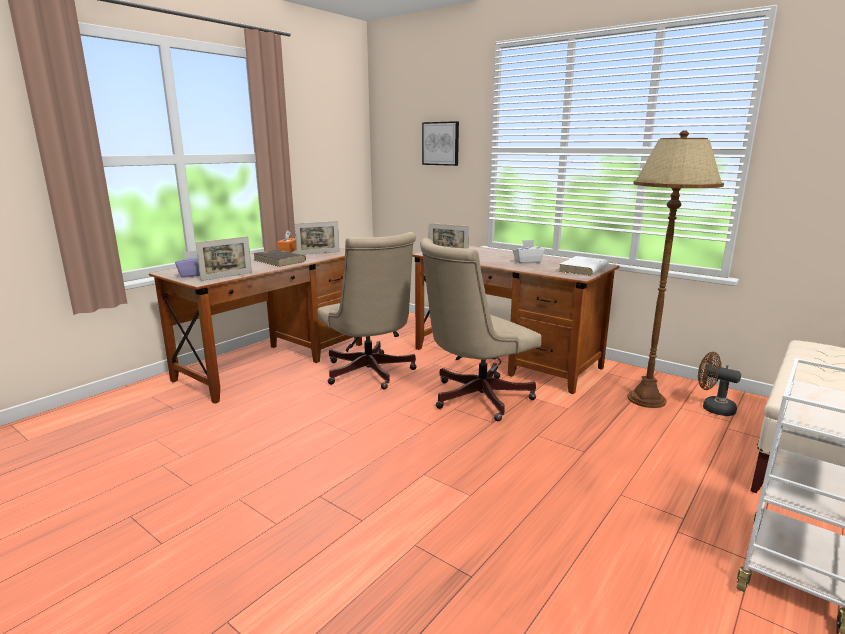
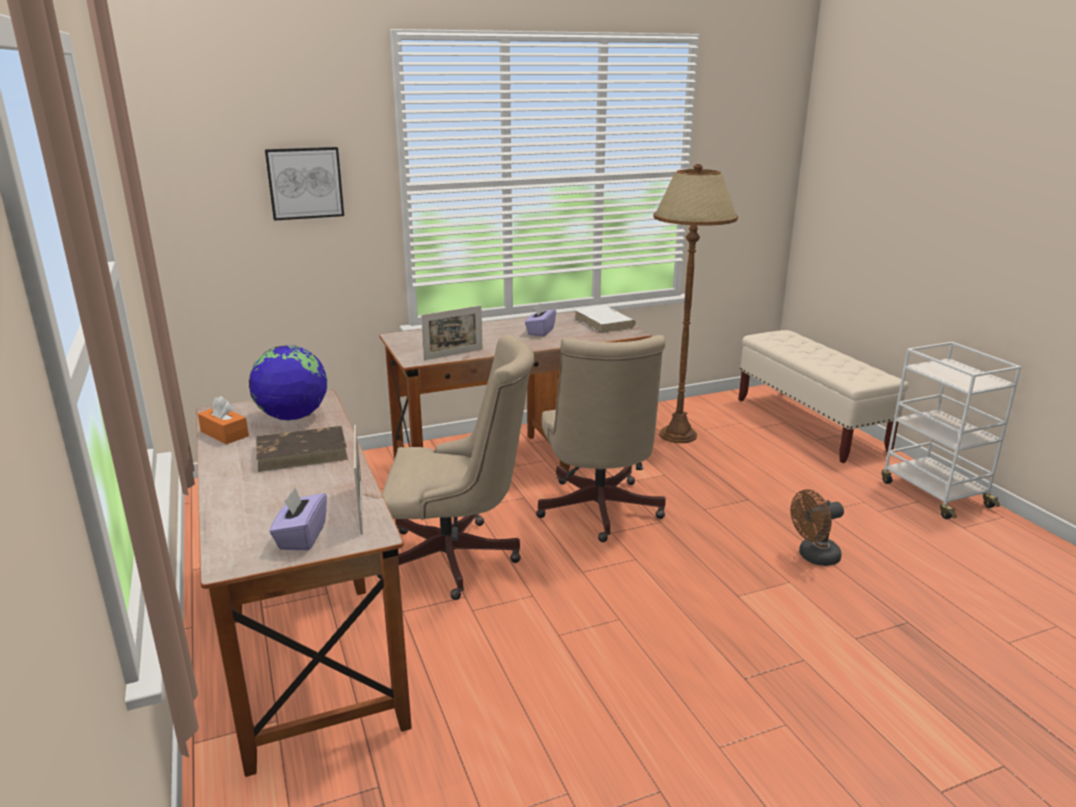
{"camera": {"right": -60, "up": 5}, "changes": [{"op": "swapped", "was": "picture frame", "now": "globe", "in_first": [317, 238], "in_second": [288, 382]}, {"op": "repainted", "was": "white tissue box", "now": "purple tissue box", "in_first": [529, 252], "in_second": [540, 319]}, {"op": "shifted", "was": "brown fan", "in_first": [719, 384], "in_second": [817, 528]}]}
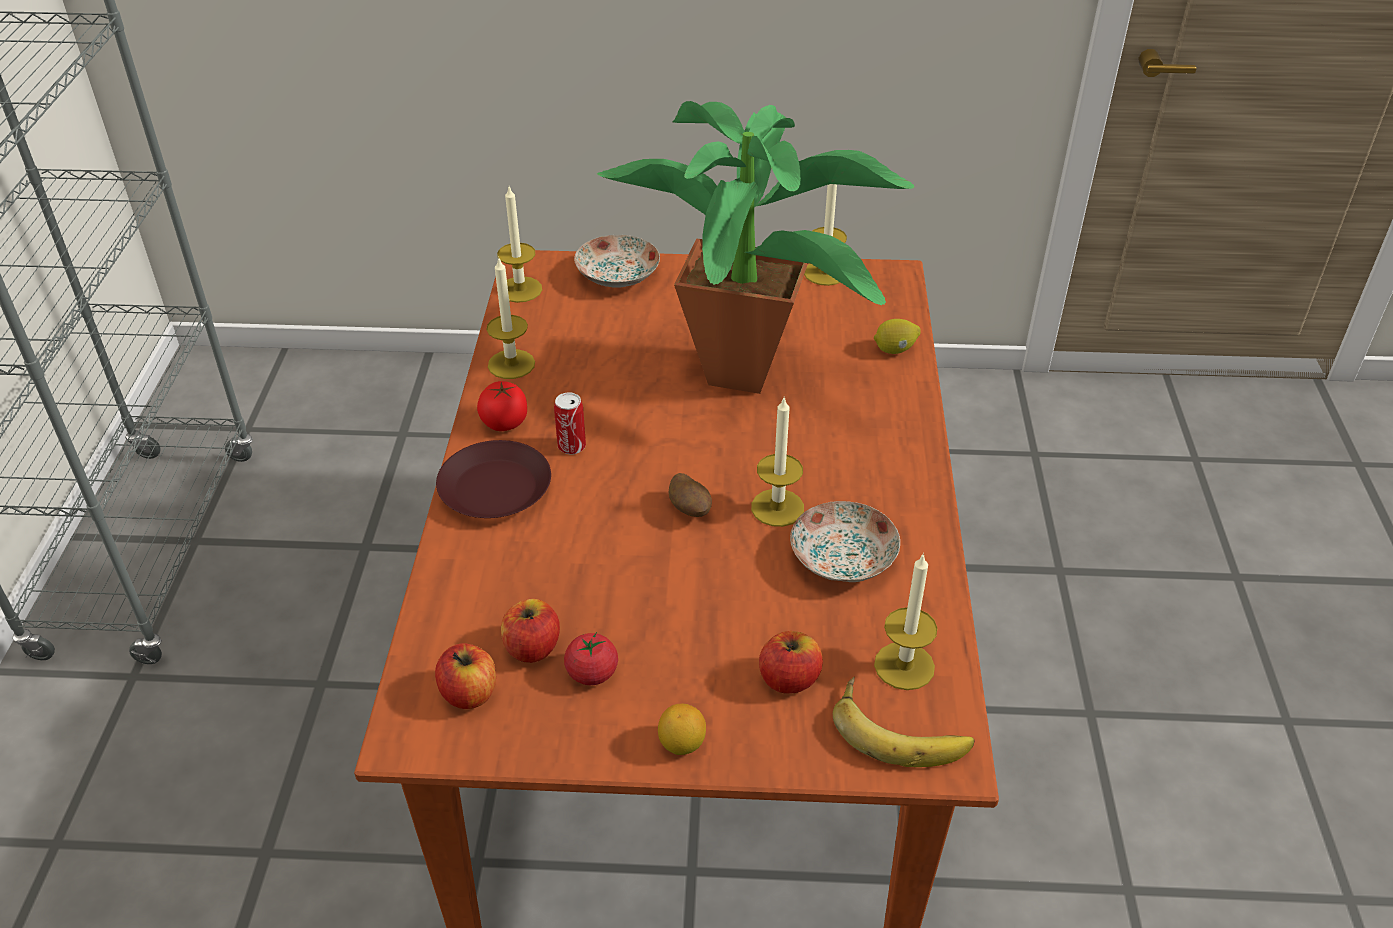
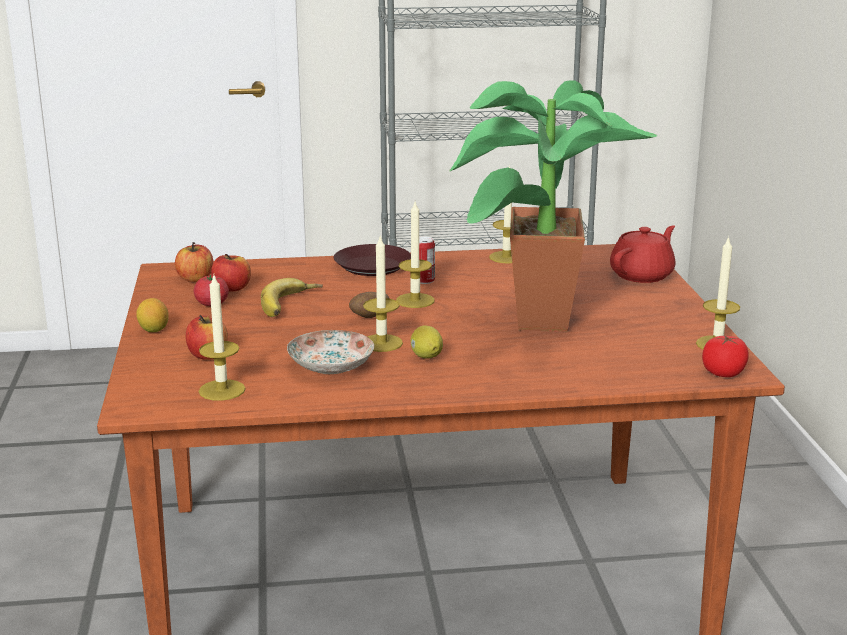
{"camera": {"right": 80, "up": -20}, "changes": [{"op": "shifted", "was": "tomato", "in_first": [502, 406], "in_second": [725, 356]}, {"op": "shifted", "was": "candle", "in_first": [519, 245], "in_second": [415, 255]}, {"op": "swapped", "was": "plate", "now": "red teapot", "in_first": [617, 261], "in_second": [642, 254]}, {"op": "shifted", "was": "banana", "in_first": [903, 722], "in_second": [292, 297]}, {"op": "shifted", "was": "lemon", "in_first": [897, 336], "in_second": [427, 342]}]}
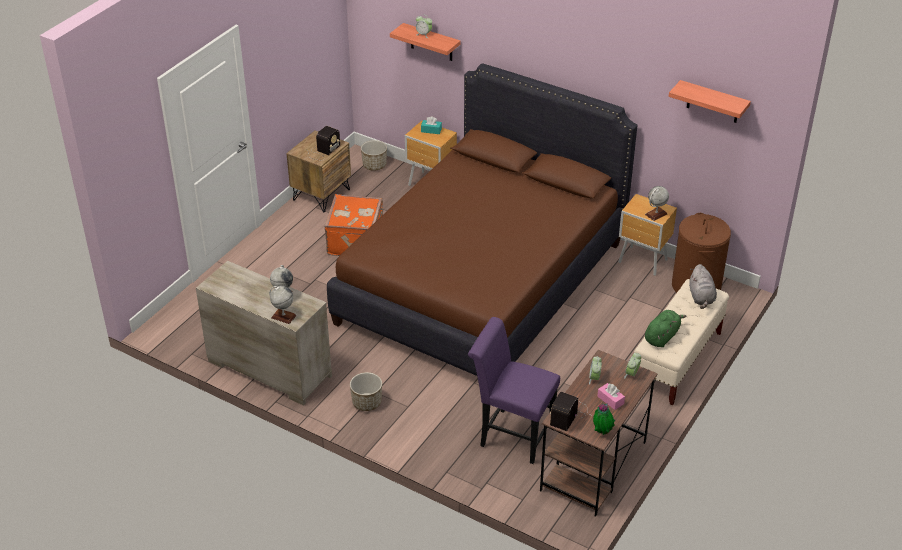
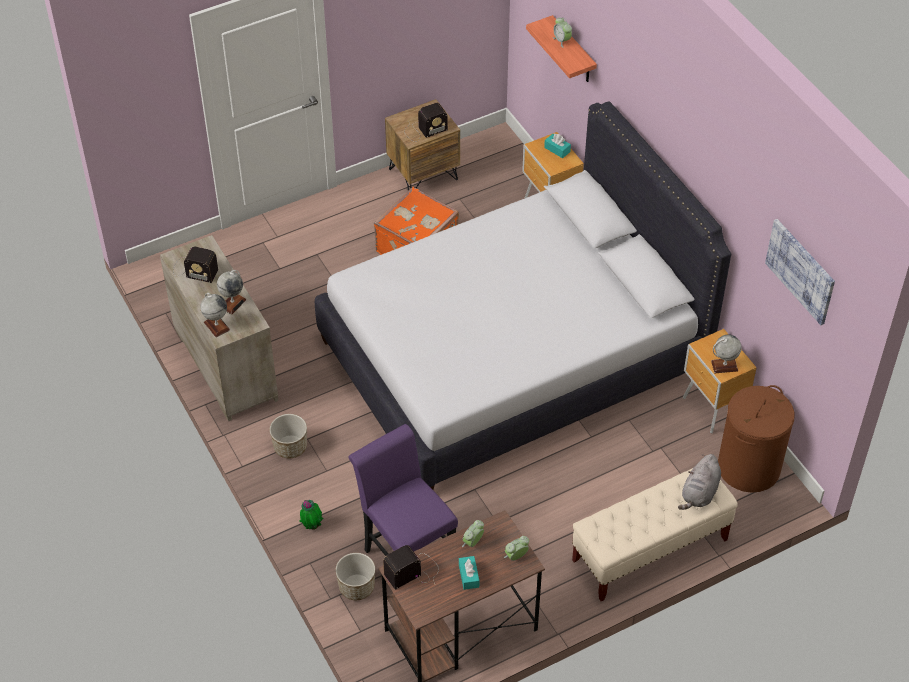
{"camera": {"right": 30, "up": 10}, "changes": [{"op": "repainted", "was": "brown bed", "now": "white bed", "in_first": [482, 219], "in_second": [523, 295]}, {"op": "shifted", "was": "planter", "in_first": [374, 155], "in_second": [355, 576]}, {"op": "shifted", "was": "potted plant", "in_first": [604, 419], "in_second": [311, 515]}, {"op": "repainted", "was": "pink tissue box", "now": "turquoise tissue box", "in_first": [611, 396], "in_second": [469, 573]}, {"op": "gone", "was": "green plush toy", "in_first": [665, 328]}, {"op": "swapped", "was": "shelf", "now": "picture", "in_first": [710, 101], "in_second": [800, 272]}, {"op": "new", "now": "radio", "in_second": [195, 265]}]}
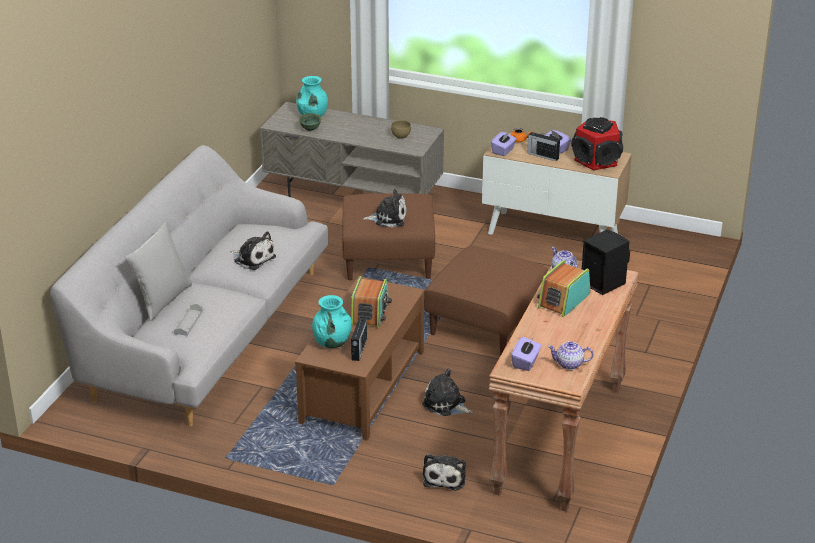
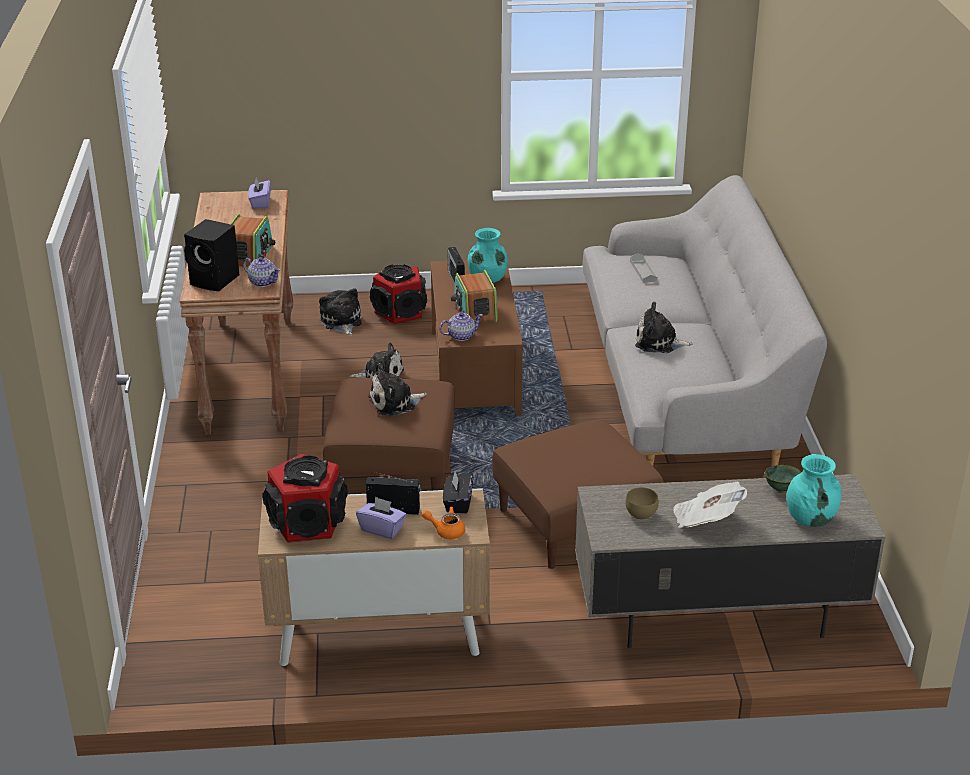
{"camera": {"right": 155, "up": 0}, "changes": [{"op": "gone", "was": "grey pillow", "in_first": [159, 272]}, {"op": "shifted", "was": "plush toy", "in_first": [385, 208], "in_second": [397, 389]}, {"op": "repainted", "was": "purple tissue box", "now": "black tissue box", "in_first": [504, 143], "in_second": [458, 492]}, {"op": "shifted", "was": "teapot", "in_first": [570, 355], "in_second": [461, 326]}, {"op": "new", "now": "speaker", "in_second": [398, 294]}, {"op": "new", "now": "newspaper", "in_second": [710, 505]}]}
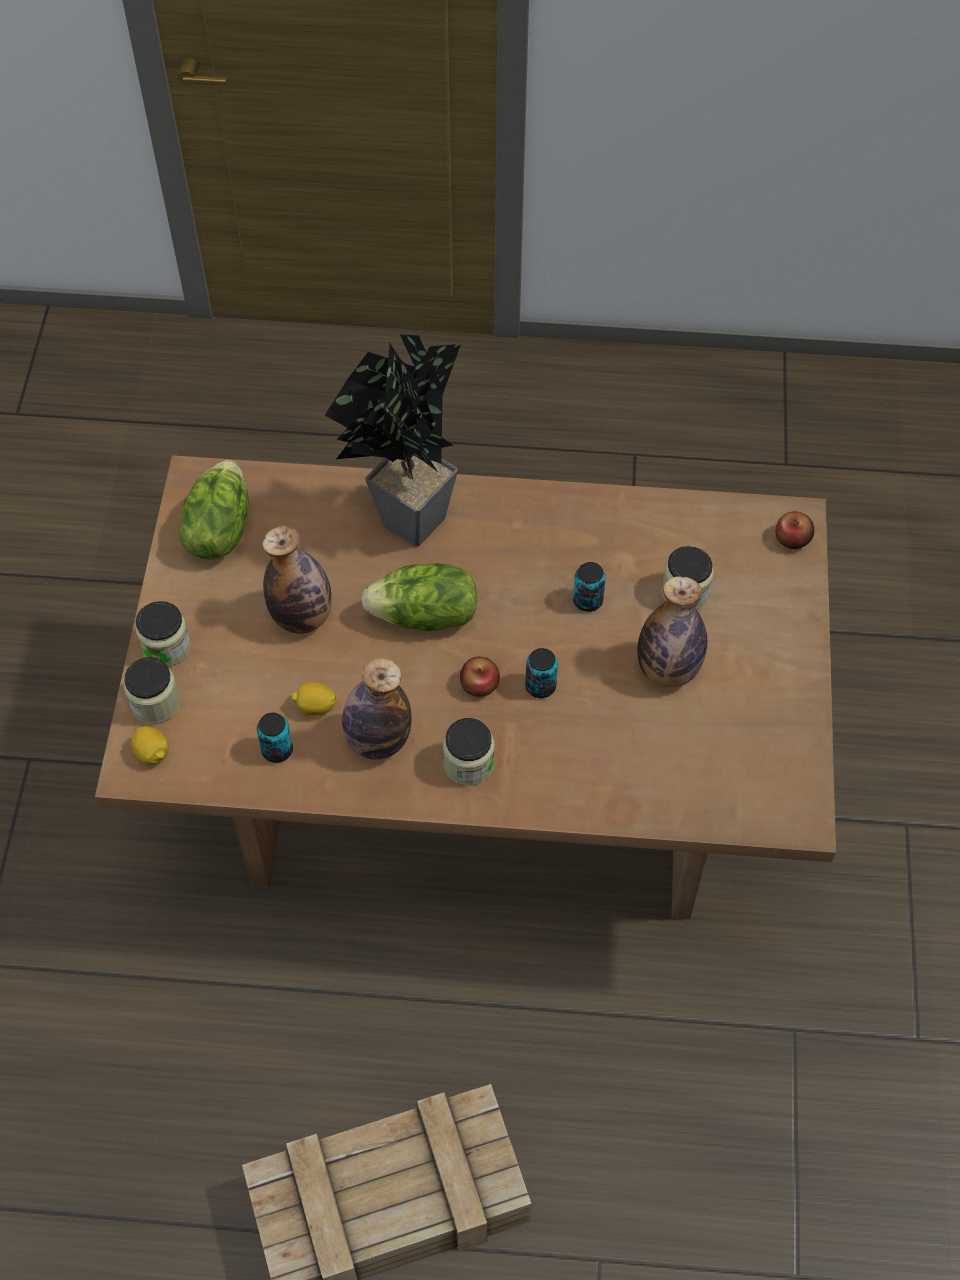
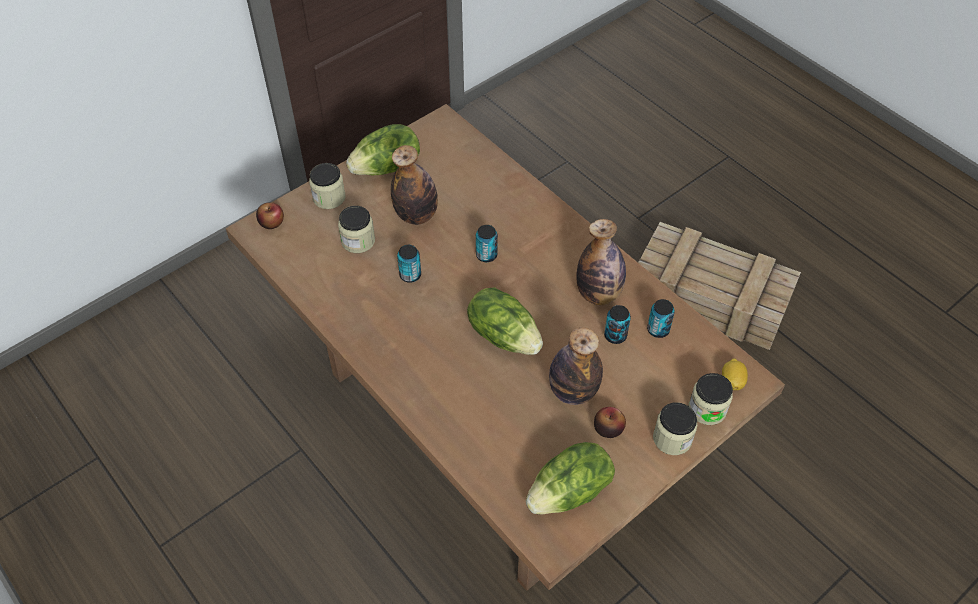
{"camera": {"right": -135, "up": -5}, "changes": [{"op": "swapped", "was": "lemon", "now": "can", "in_first": [314, 698], "in_second": [617, 324]}, {"op": "gone", "was": "potted plant", "in_first": [393, 441]}, {"op": "shifted", "was": "jar", "in_first": [468, 752], "in_second": [327, 186]}, {"op": "shifted", "was": "apple", "in_first": [480, 677], "in_second": [610, 422]}, {"op": "new", "now": "lettuce", "in_second": [383, 149]}]}
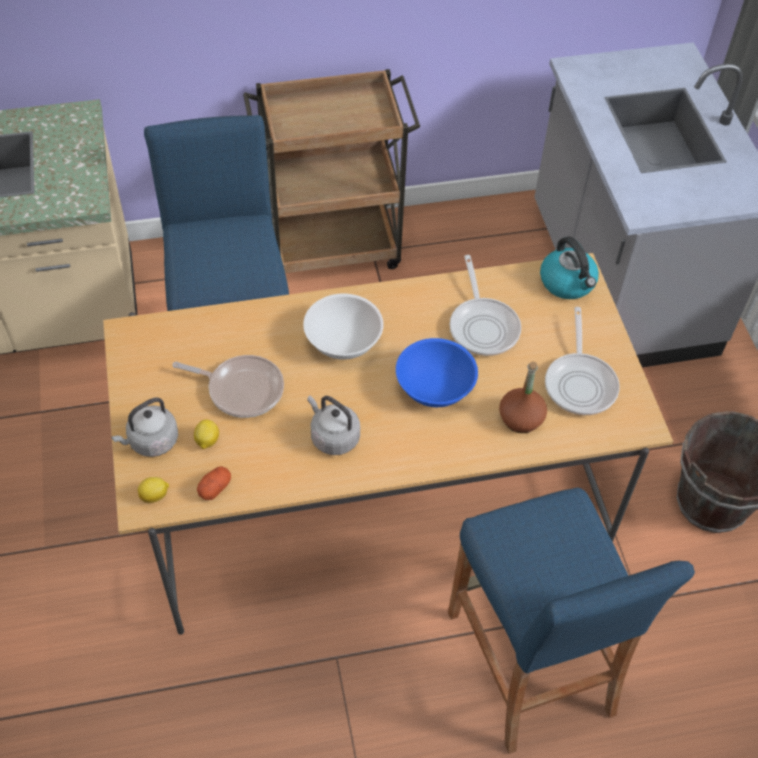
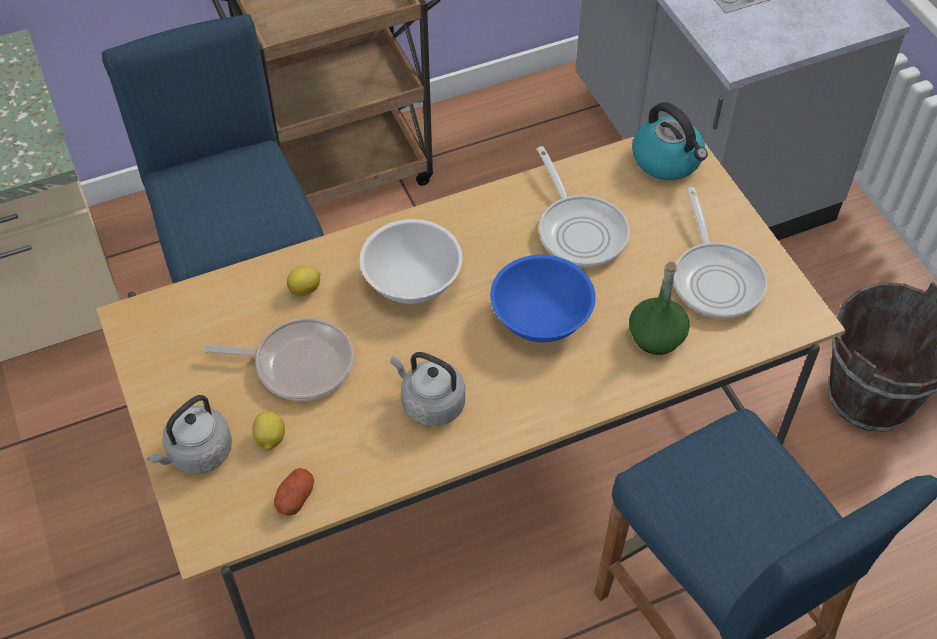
{"camera": {"right": -10, "up": 0}, "changes": [{"op": "shifted", "was": "lemon", "in_first": [153, 490], "in_second": [304, 281]}, {"op": "repainted", "was": "brown bottle", "now": "green bottle", "in_first": [523, 397], "in_second": [659, 308]}]}
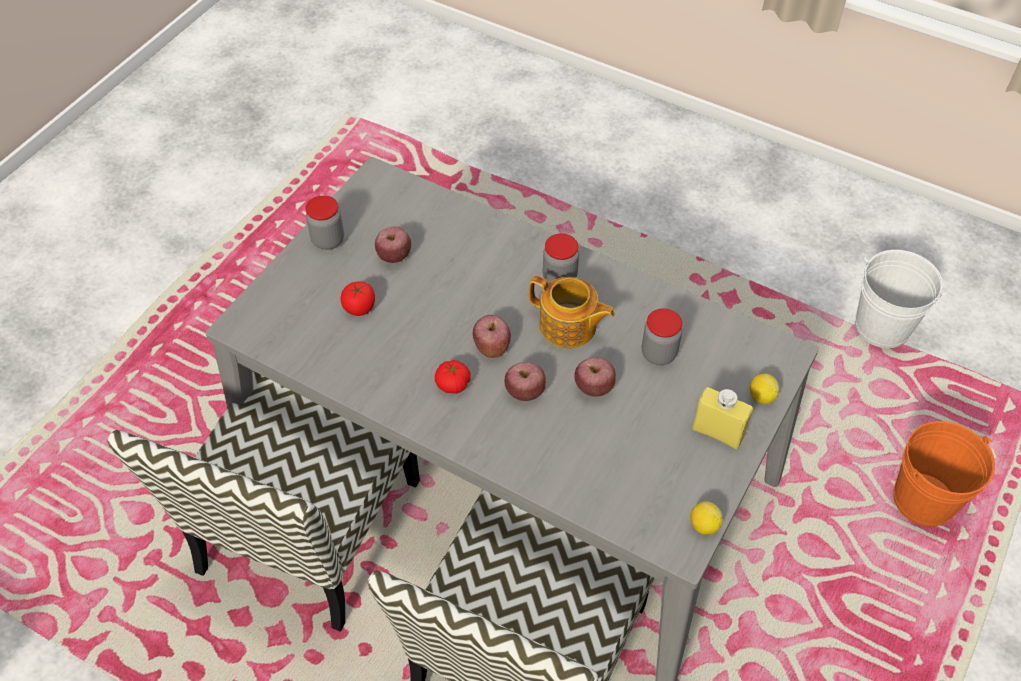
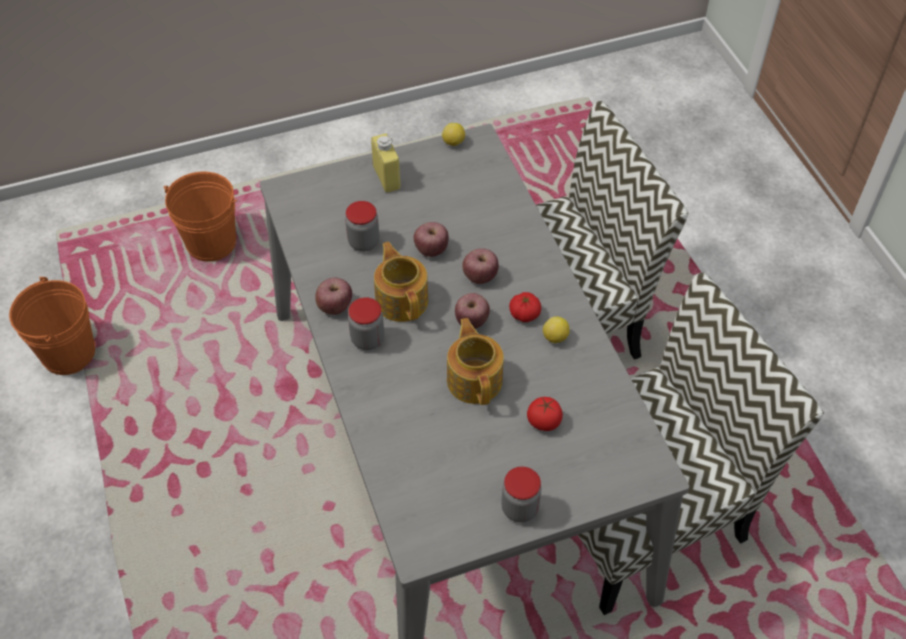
{"camera": {"right": -140, "up": 0}, "changes": [{"op": "shifted", "was": "apple", "in_first": [393, 244], "in_second": [333, 296]}, {"op": "shifted", "was": "lemon", "in_first": [764, 389], "in_second": [556, 329]}, {"op": "repainted", "was": "white bucket", "now": "orange bucket", "in_first": [901, 299], "in_second": [52, 326]}, {"op": "new", "now": "teapot", "in_second": [475, 361]}]}
